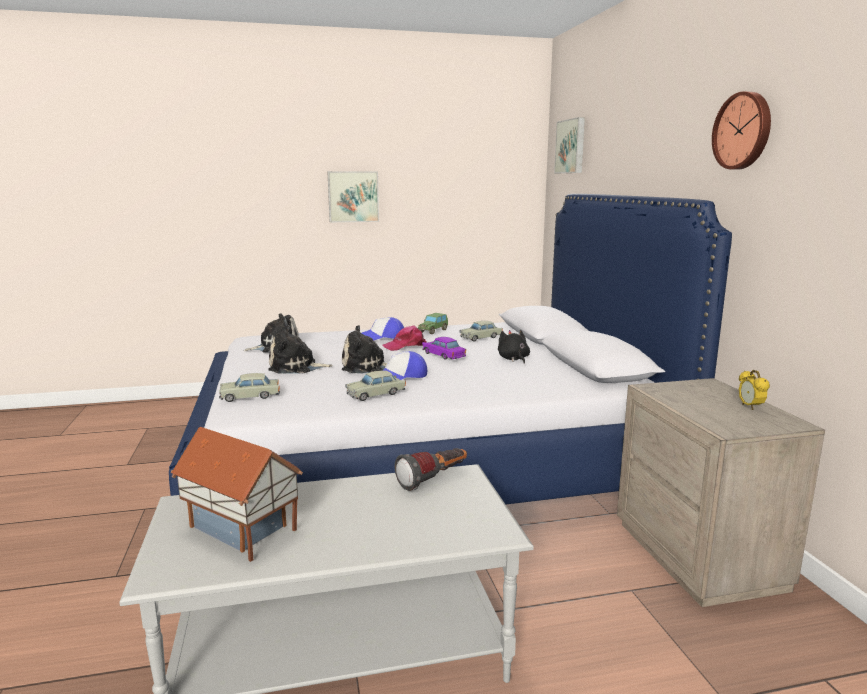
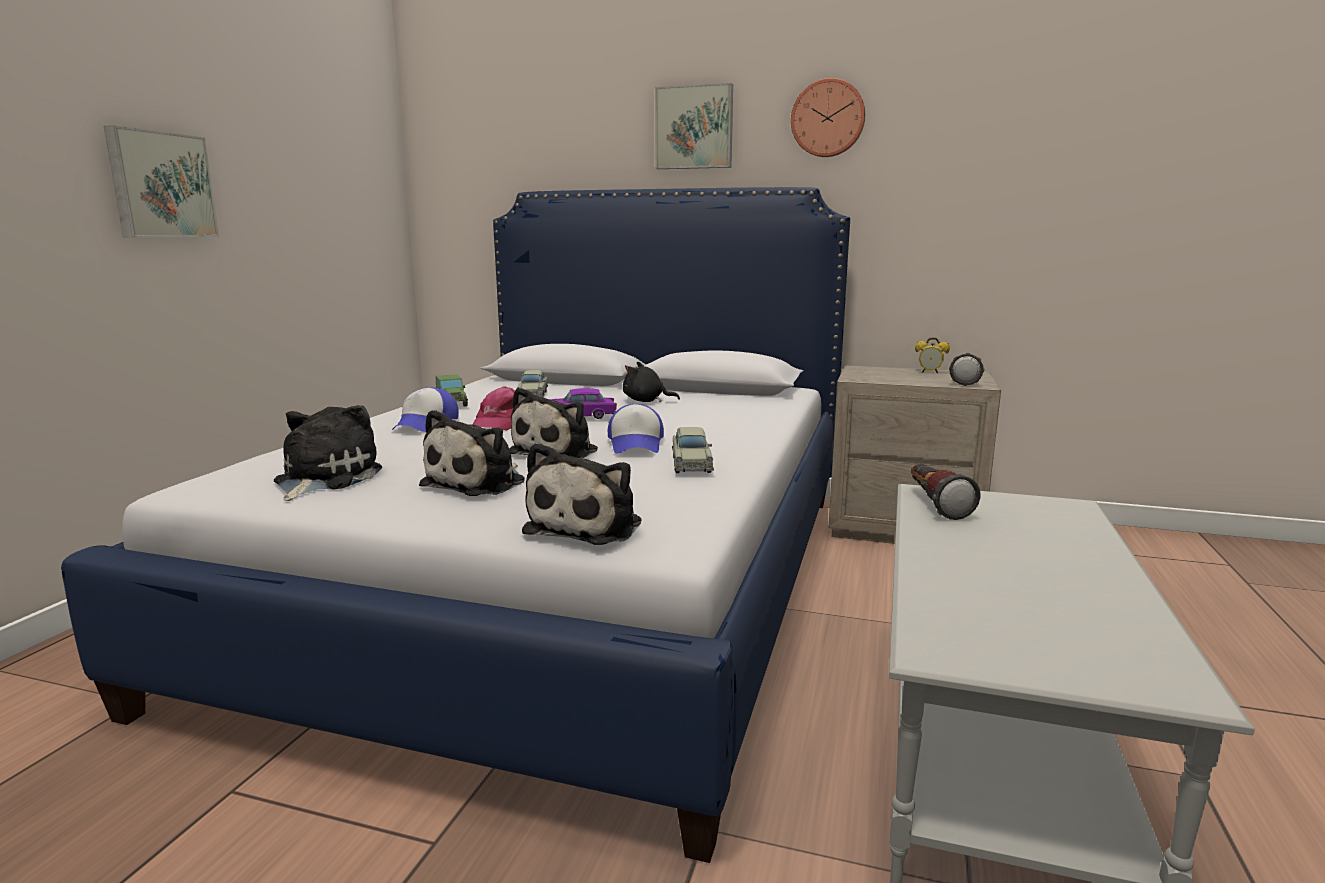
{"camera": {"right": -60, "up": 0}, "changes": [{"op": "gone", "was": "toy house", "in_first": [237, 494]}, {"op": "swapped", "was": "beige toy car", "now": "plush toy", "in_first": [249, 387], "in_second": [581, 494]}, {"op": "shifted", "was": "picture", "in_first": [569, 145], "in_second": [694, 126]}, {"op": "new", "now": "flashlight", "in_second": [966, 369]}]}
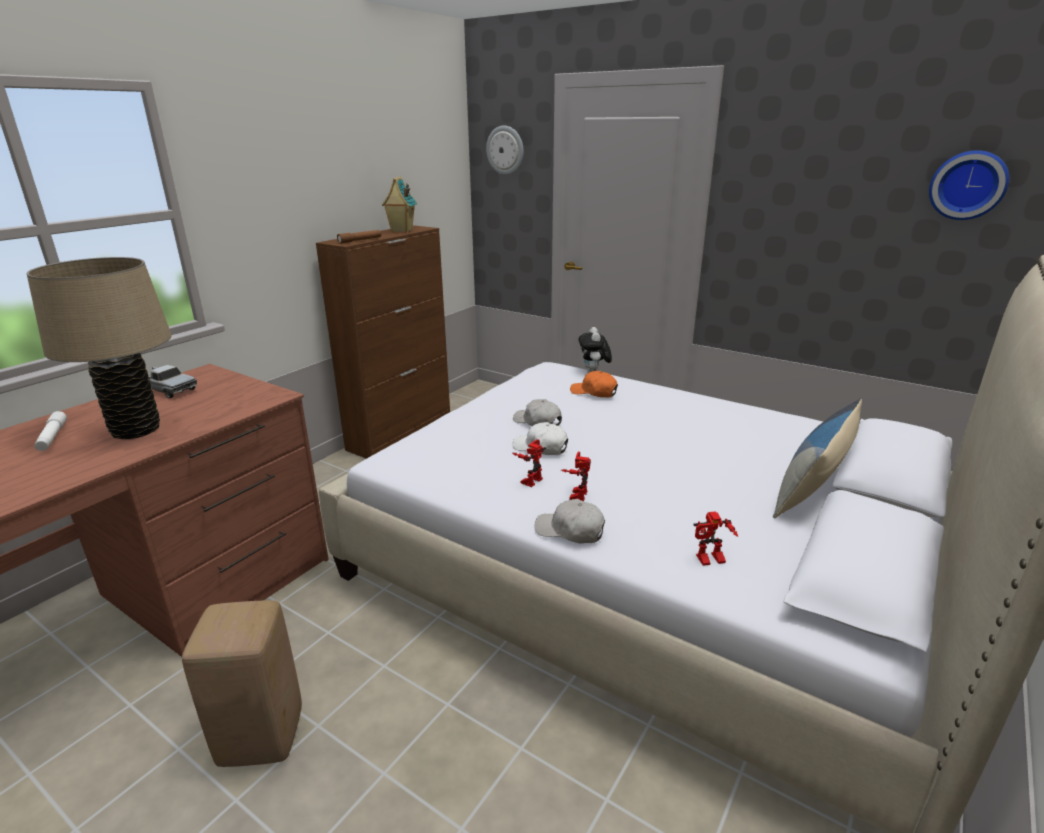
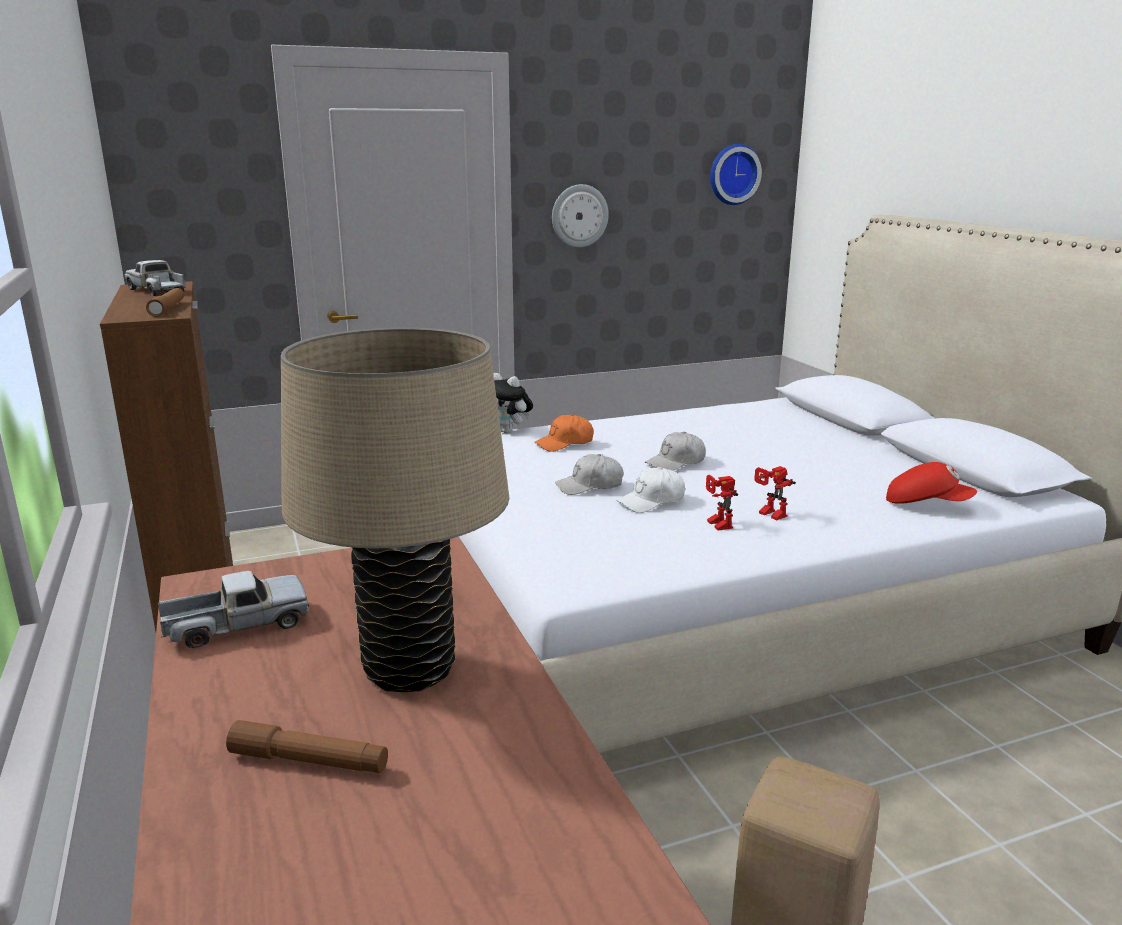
{"camera": {"right": -55, "up": -5}, "changes": [{"op": "repainted", "was": "white flashlight", "now": "brown flashlight", "in_first": [50, 431], "in_second": [307, 746]}, {"op": "swapped", "was": "toy house", "now": "toy truck", "in_first": [399, 204], "in_second": [155, 278]}, {"op": "shifted", "was": "wall clock", "in_first": [505, 150], "in_second": [580, 215]}, {"op": "shifted", "was": "white cap", "in_first": [570, 521], "in_second": [675, 451]}, {"op": "swapped", "was": "toy robot", "now": "red cap", "in_first": [716, 538], "in_second": [931, 483]}, {"op": "gone", "was": "pillow", "in_first": [817, 458]}]}
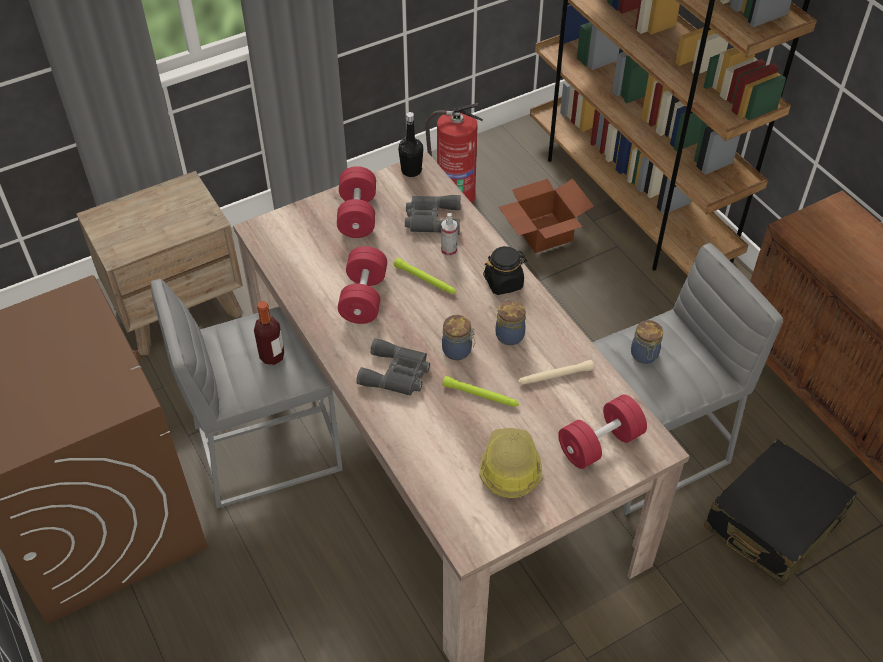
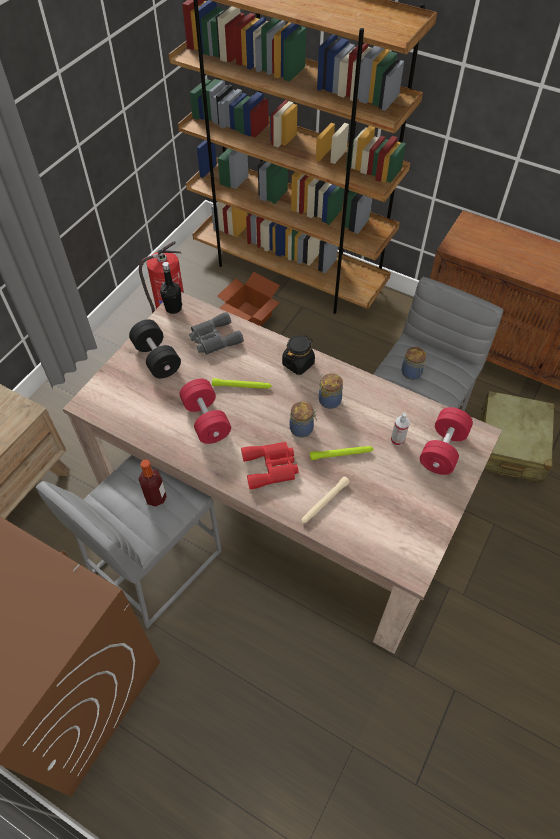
{"camera": {"right": -30, "up": 5}, "changes": [{"op": "repainted", "was": "red dumbbell", "now": "black dumbbell", "in_first": [356, 202], "in_second": [155, 349]}, {"op": "repainted", "was": "grey binoculars", "now": "red binoculars", "in_first": [393, 367], "in_second": [270, 466]}, {"op": "shifted", "was": "spray bottle", "in_first": [449, 235], "in_second": [400, 429]}, {"op": "gone", "was": "hard hat", "in_first": [511, 463]}, {"op": "shifted", "was": "beige flashlight", "in_first": [556, 372], "in_second": [326, 500]}, {"op": "repainted", "was": "black suitcase", "now": "beige suitcase", "in_first": [780, 512], "in_second": [517, 437]}]}
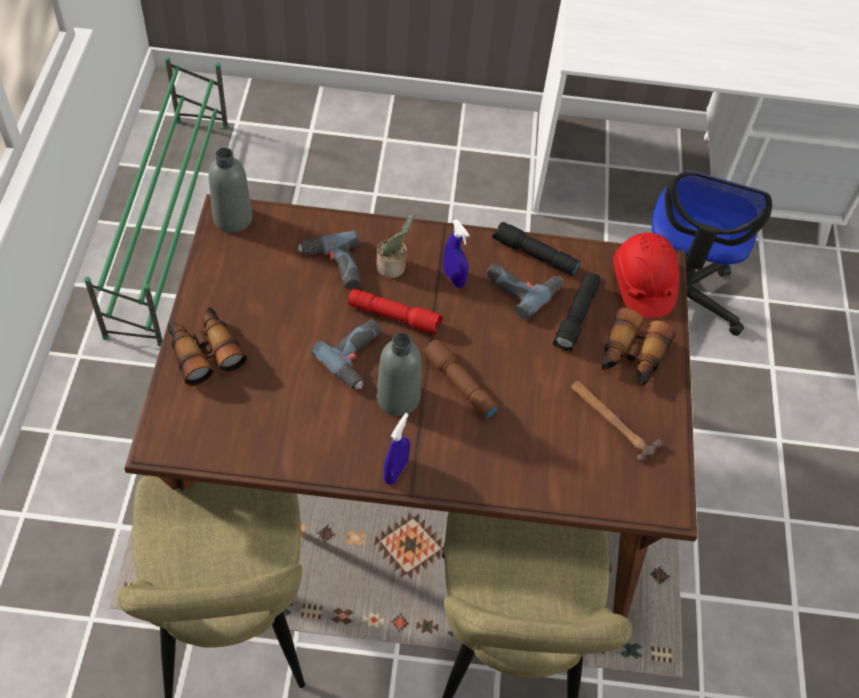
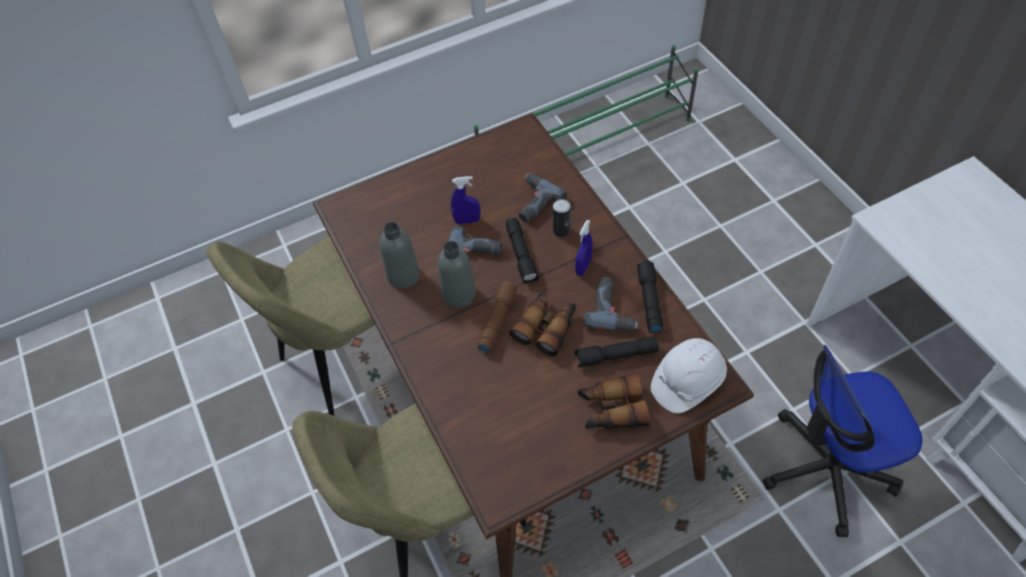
{"camera": {"right": 65, "up": 0}, "changes": [{"op": "shifted", "was": "binoculars", "in_first": [207, 346], "in_second": [542, 324]}, {"op": "shifted", "was": "grey bottle", "in_first": [230, 190], "in_second": [399, 255]}, {"op": "repainted", "was": "red flashlight", "now": "black flashlight", "in_first": [395, 312], "in_second": [522, 251]}, {"op": "swapped", "was": "potted plant", "now": "can", "in_first": [395, 246], "in_second": [562, 218]}, {"op": "shifted", "was": "blue spray bottle", "in_first": [397, 449], "in_second": [465, 200]}, {"op": "gone", "was": "hammer", "in_first": [617, 421]}, {"op": "repainted", "was": "red hard hat", "now": "white hard hat", "in_first": [646, 275], "in_second": [689, 375]}]}
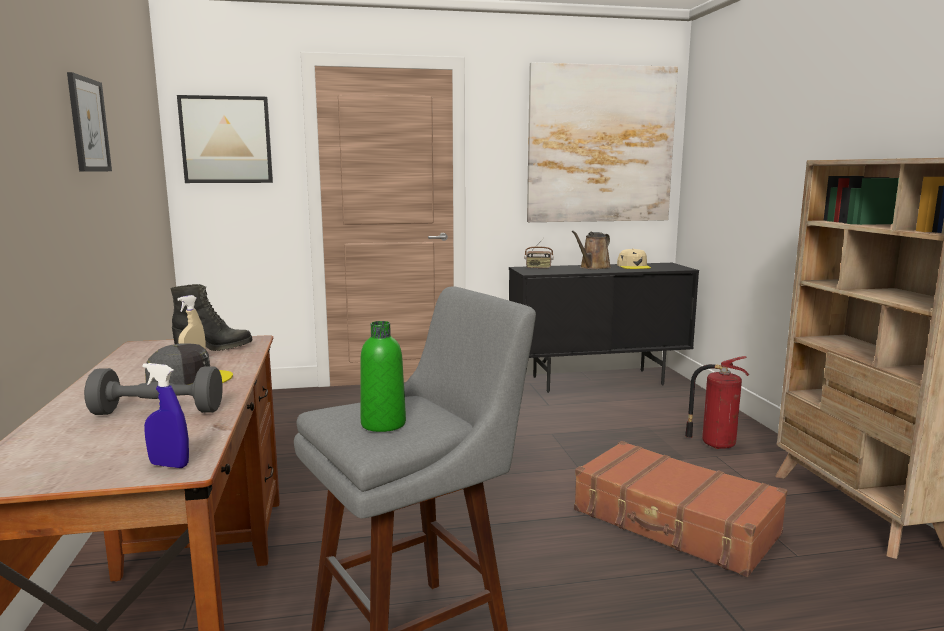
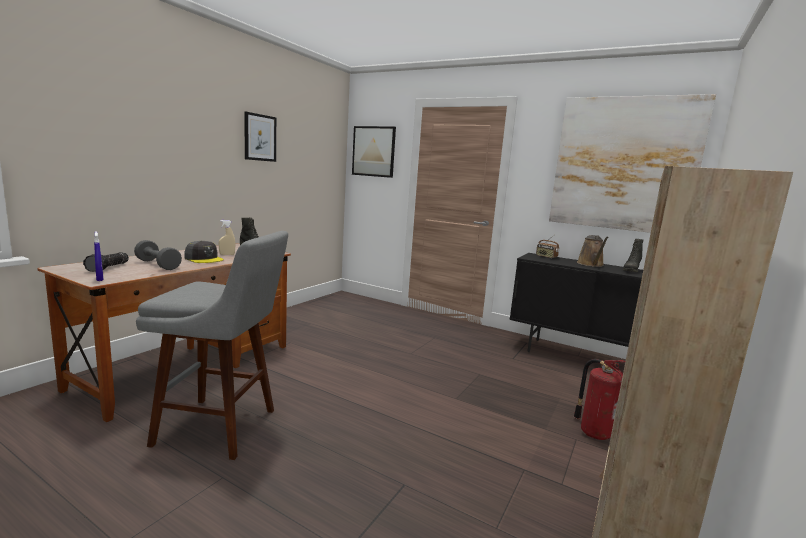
{"camera": {"right": 40, "up": 0}, "changes": [{"op": "gone", "was": "green bottle", "in_first": [383, 376]}, {"op": "rotated", "was": "brown watering can", "in_first": [591, 250], "in_second": [593, 251], "clockwise": -75}, {"op": "gone", "was": "brown suitcase", "in_first": [680, 509]}, {"op": "swapped", "was": "beige cap", "now": "black boot", "in_first": [634, 259], "in_second": [633, 255]}, {"op": "new", "now": "flashlight", "in_second": [106, 262]}]}
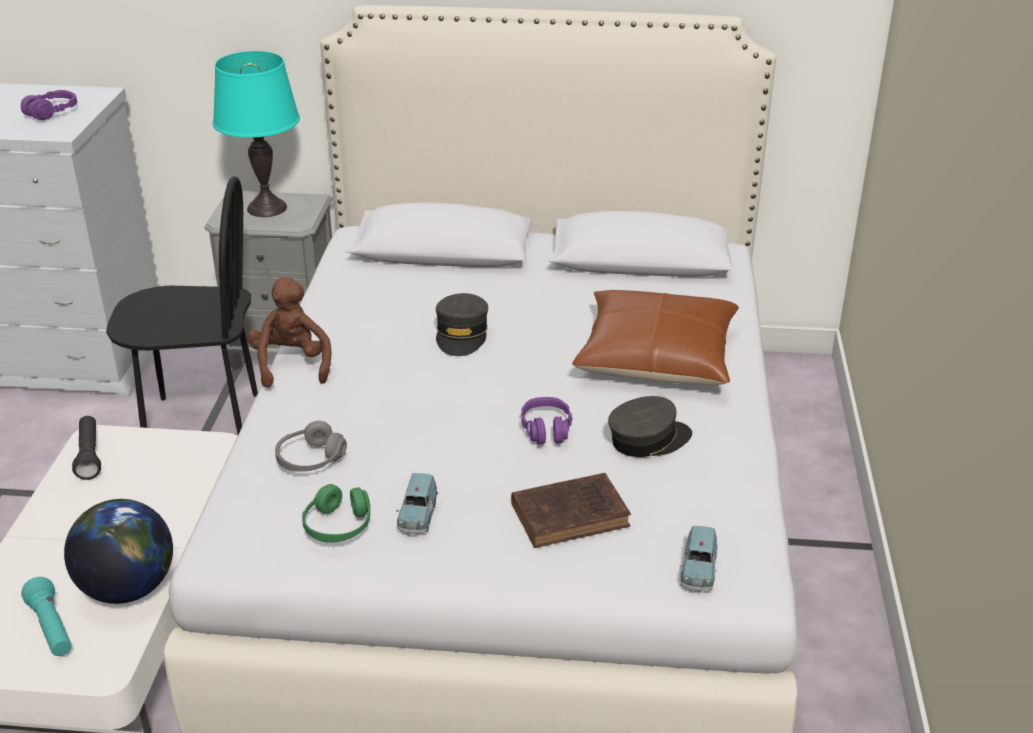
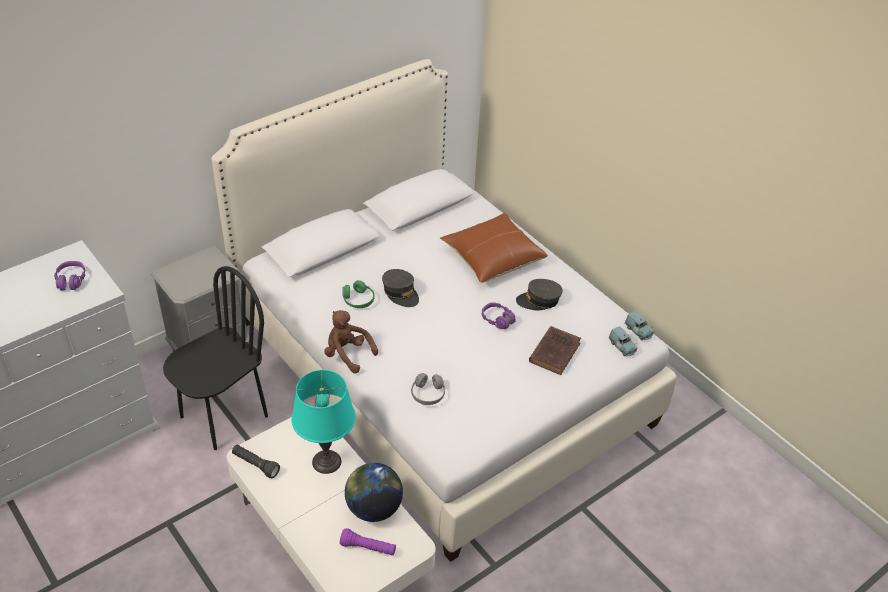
{"camera": {"right": -45, "up": 10}, "changes": [{"op": "repainted", "was": "turquoise flashlight", "now": "purple flashlight", "in_first": [46, 616], "in_second": [368, 542]}, {"op": "shifted", "was": "turquoise table lamp", "in_first": [256, 134], "in_second": [323, 422]}, {"op": "shifted", "was": "green headphones", "in_first": [336, 513], "in_second": [358, 294]}, {"op": "shifted", "was": "blue toy car", "in_first": [417, 503], "in_second": [639, 325]}, {"op": "rotated", "was": "grey cap", "in_first": [650, 426], "in_second": [539, 295], "clockwise": -120}]}
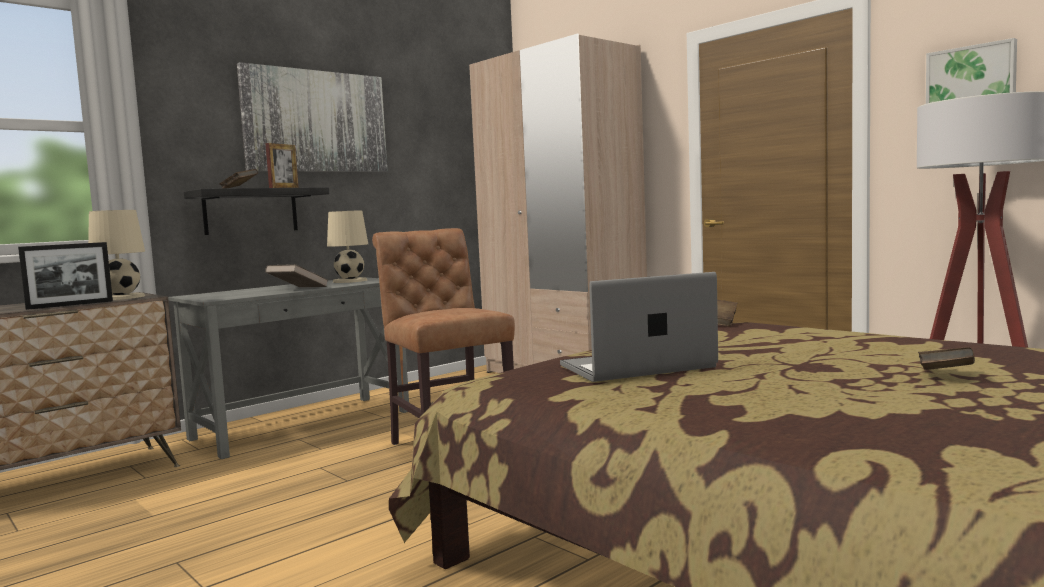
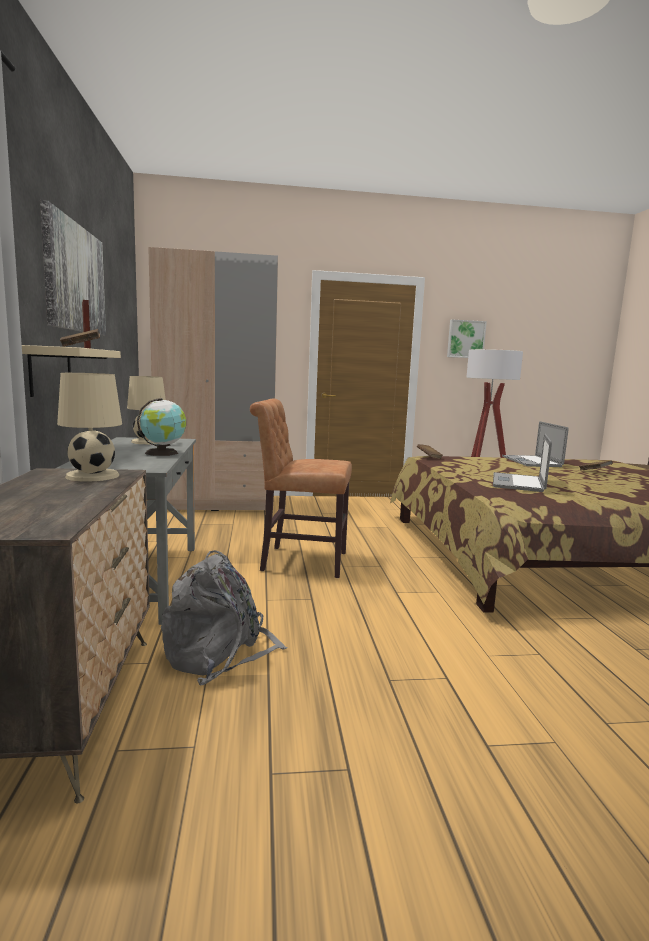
{"camera": {"right": -55, "up": 5}, "changes": [{"op": "gone", "was": "picture frame", "in_first": [65, 276]}, {"op": "repainted", "was": "black shelf", "now": "beige shelf", "in_first": [256, 211], "in_second": [71, 371]}, {"op": "swapped", "was": "brown book", "now": "globe", "in_first": [296, 275], "in_second": [161, 427]}, {"op": "new", "now": "grey backpack", "in_second": [224, 617]}, {"op": "new", "now": "laptop", "in_second": [535, 444]}]}
